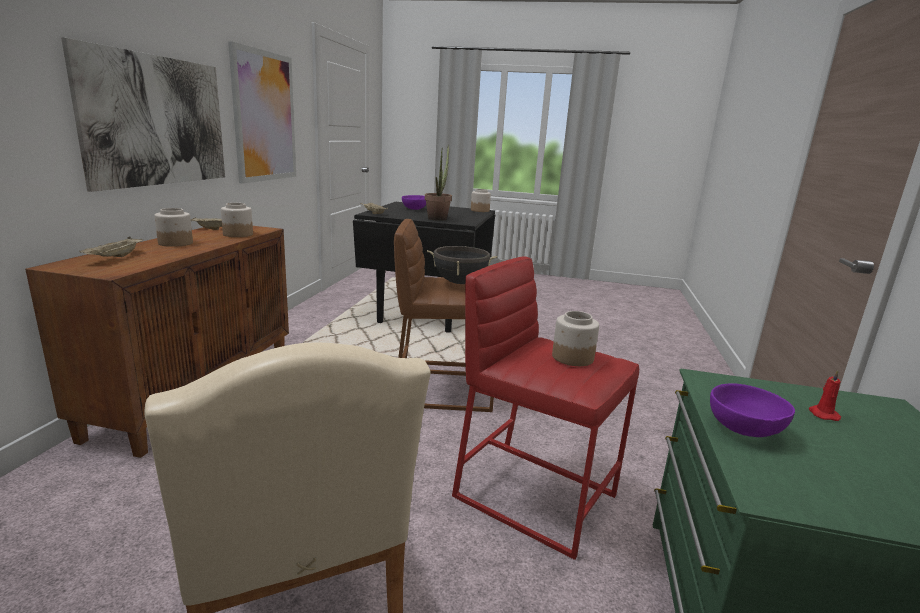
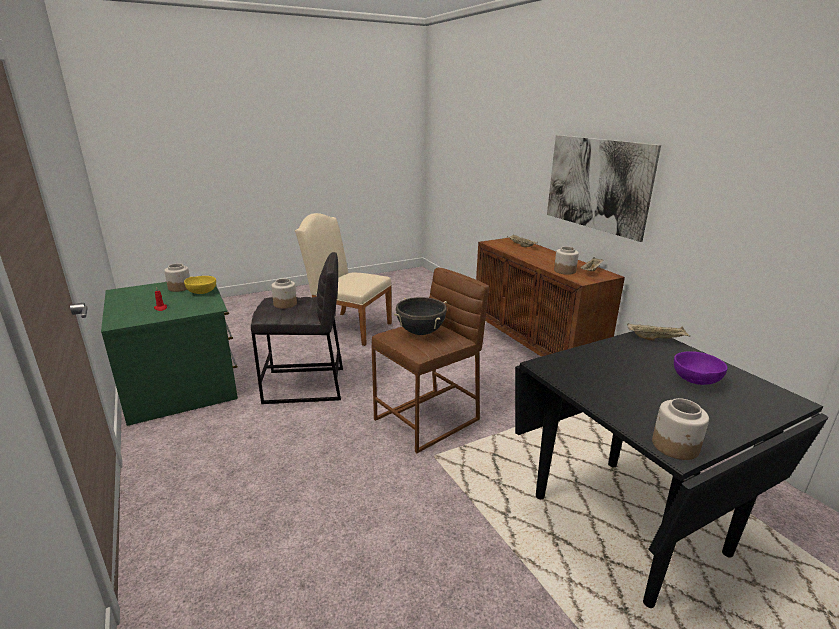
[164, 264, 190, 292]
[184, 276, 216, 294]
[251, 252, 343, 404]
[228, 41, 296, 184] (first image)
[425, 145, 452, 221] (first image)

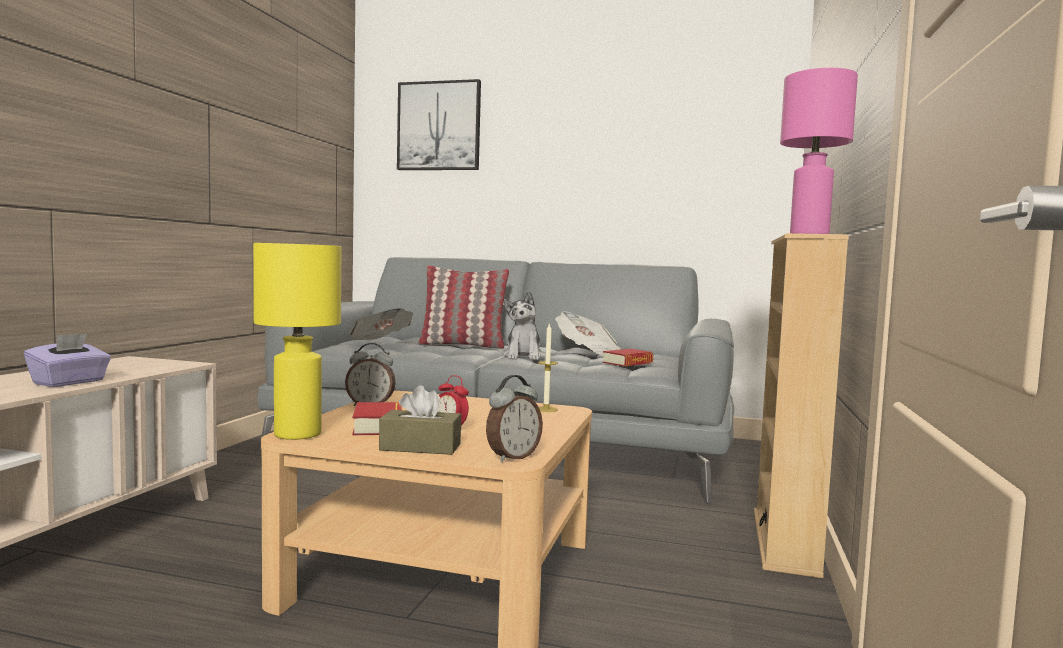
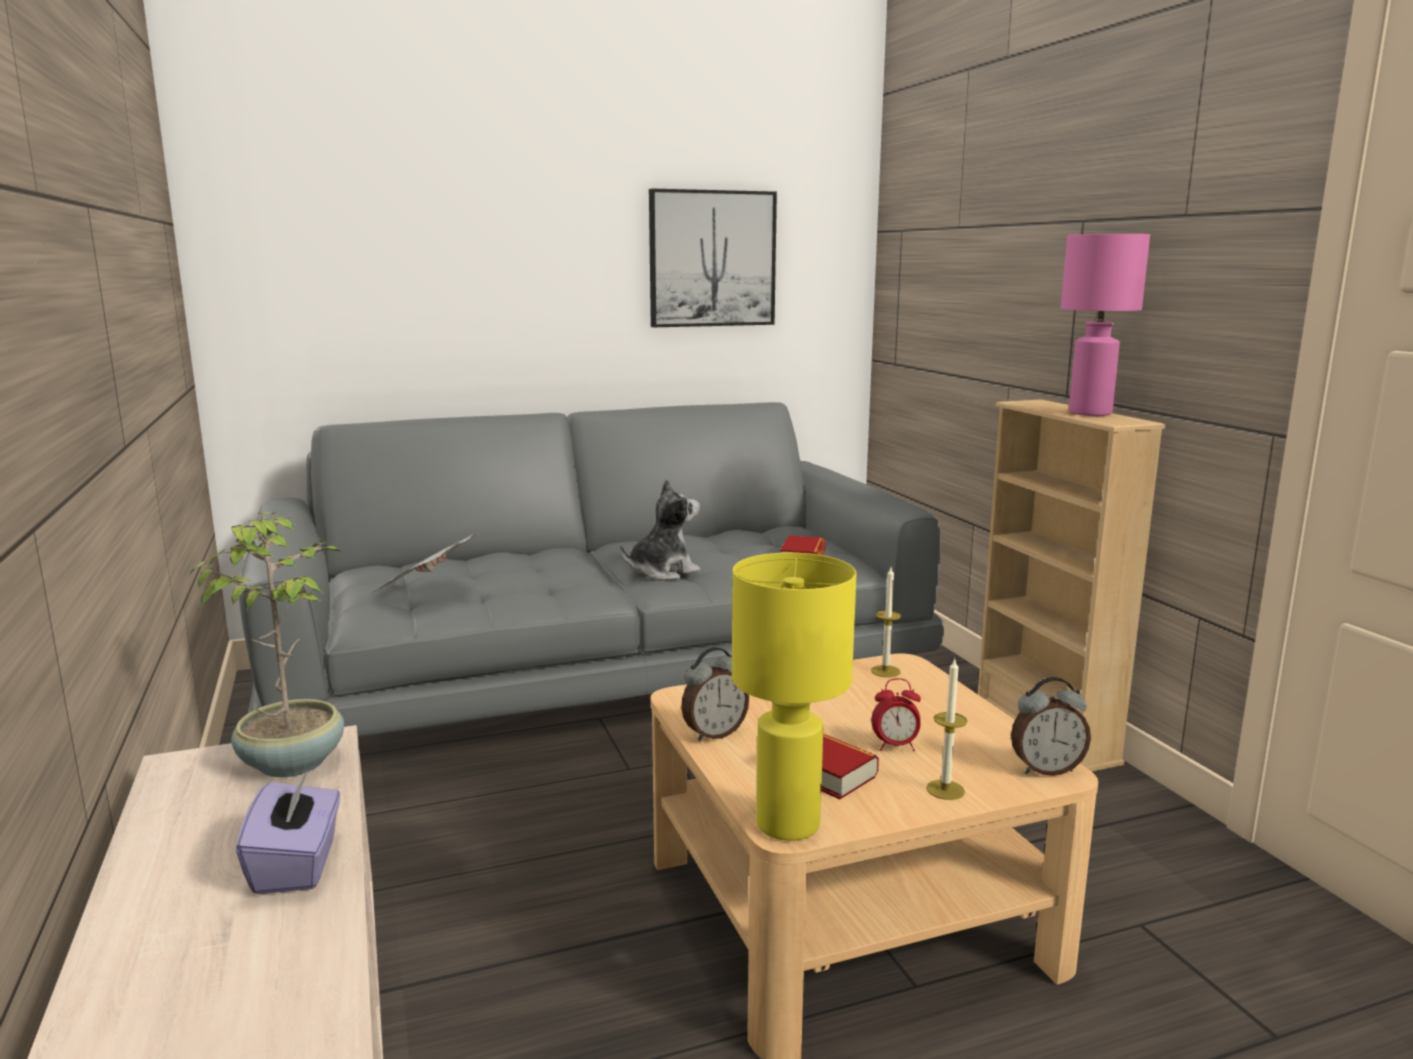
[190, 512, 344, 777]
[620, 479, 700, 581]
[649, 189, 777, 327]
[926, 659, 967, 800]
[1011, 677, 1091, 776]
[418, 266, 509, 349] (first image)
[555, 311, 621, 356] (first image)

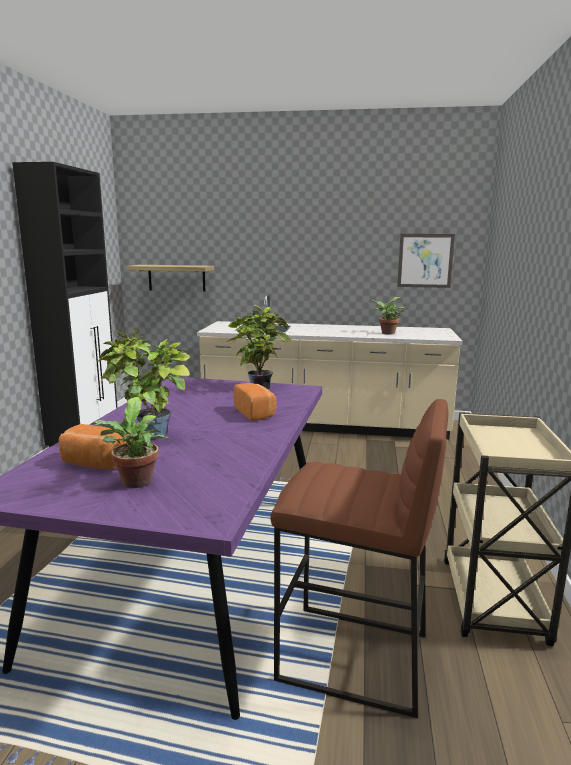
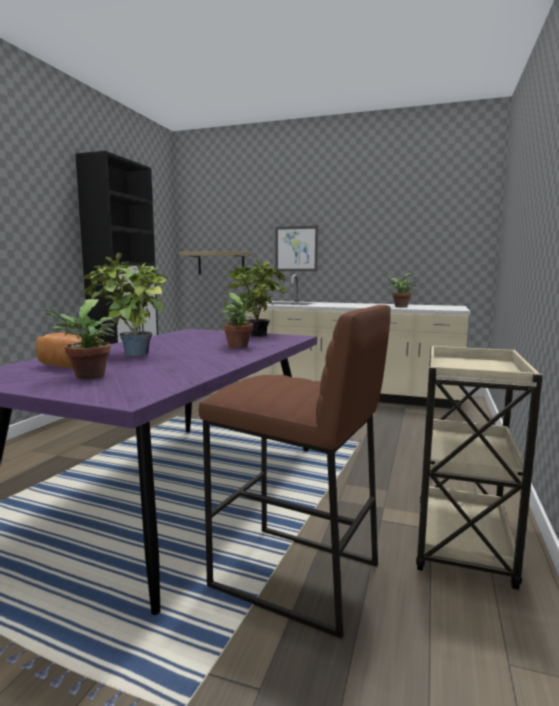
[221, 292, 260, 348]
[275, 226, 318, 271]

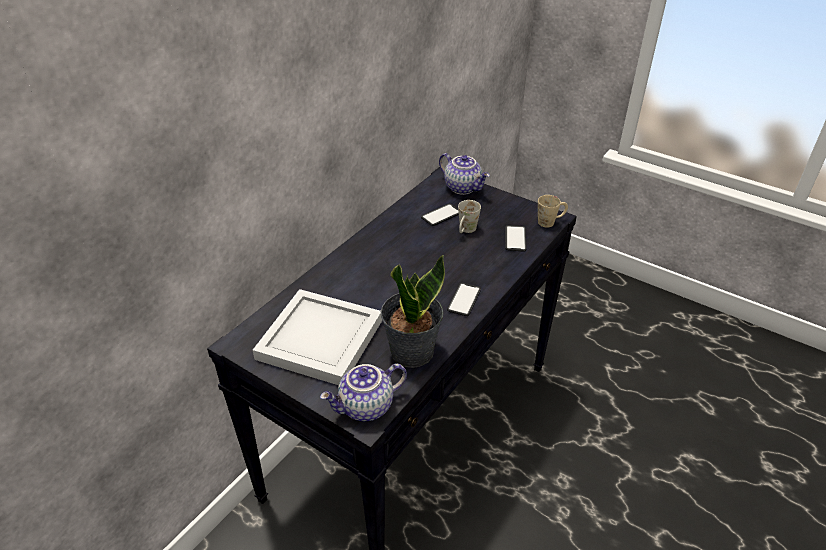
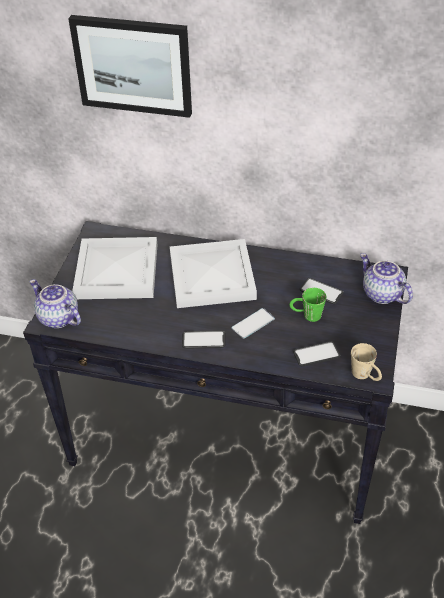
[68, 15, 192, 118]
[170, 239, 257, 308]
[232, 308, 275, 339]
[289, 288, 326, 322]
[360, 253, 413, 304]
[381, 255, 445, 368] (first image)

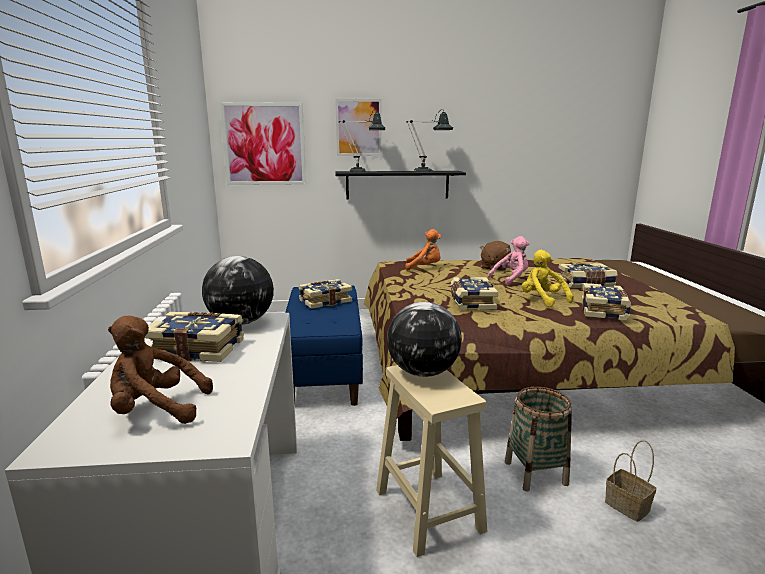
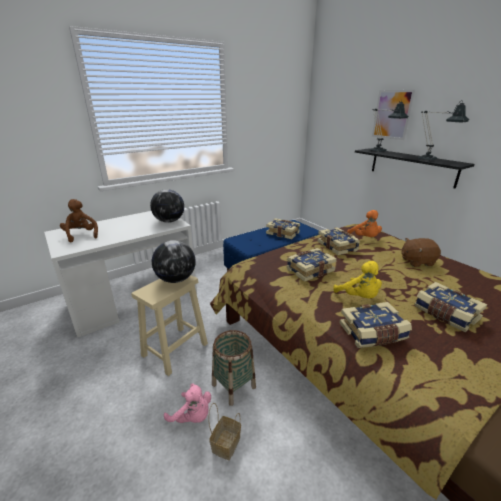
[164, 383, 211, 423]
[317, 227, 360, 255]
[333, 261, 382, 298]
[220, 102, 306, 185] (first image)

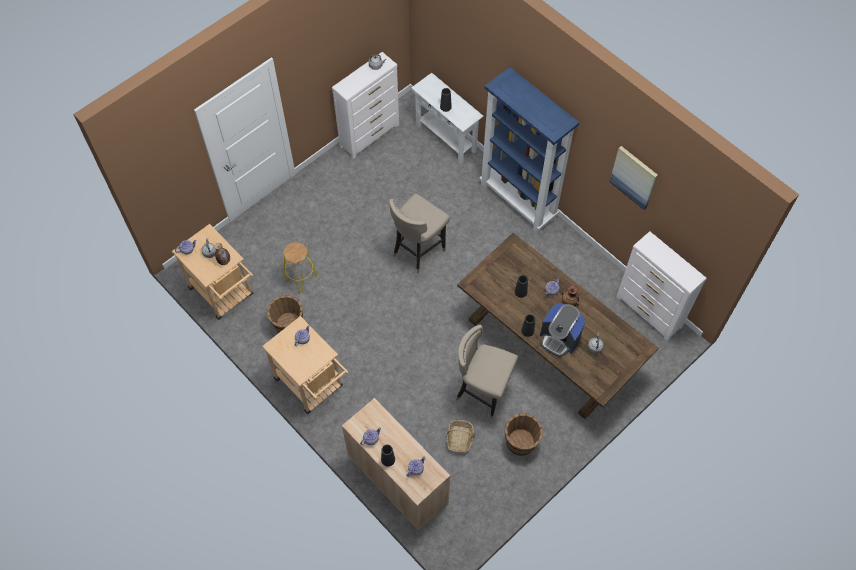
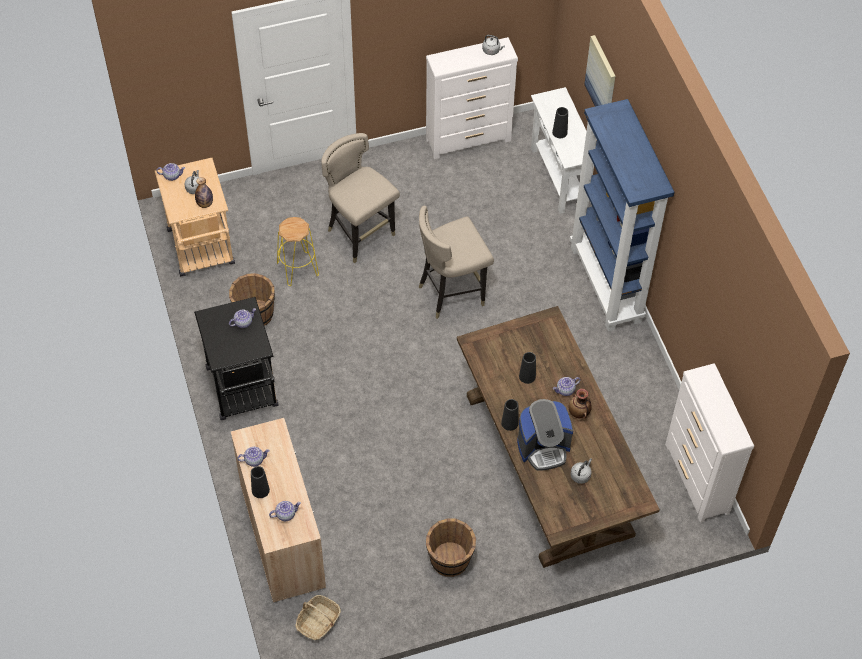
[194, 297, 278, 420]
[295, 595, 341, 640]
[321, 133, 400, 263]
[517, 399, 573, 471]
[584, 35, 616, 106]

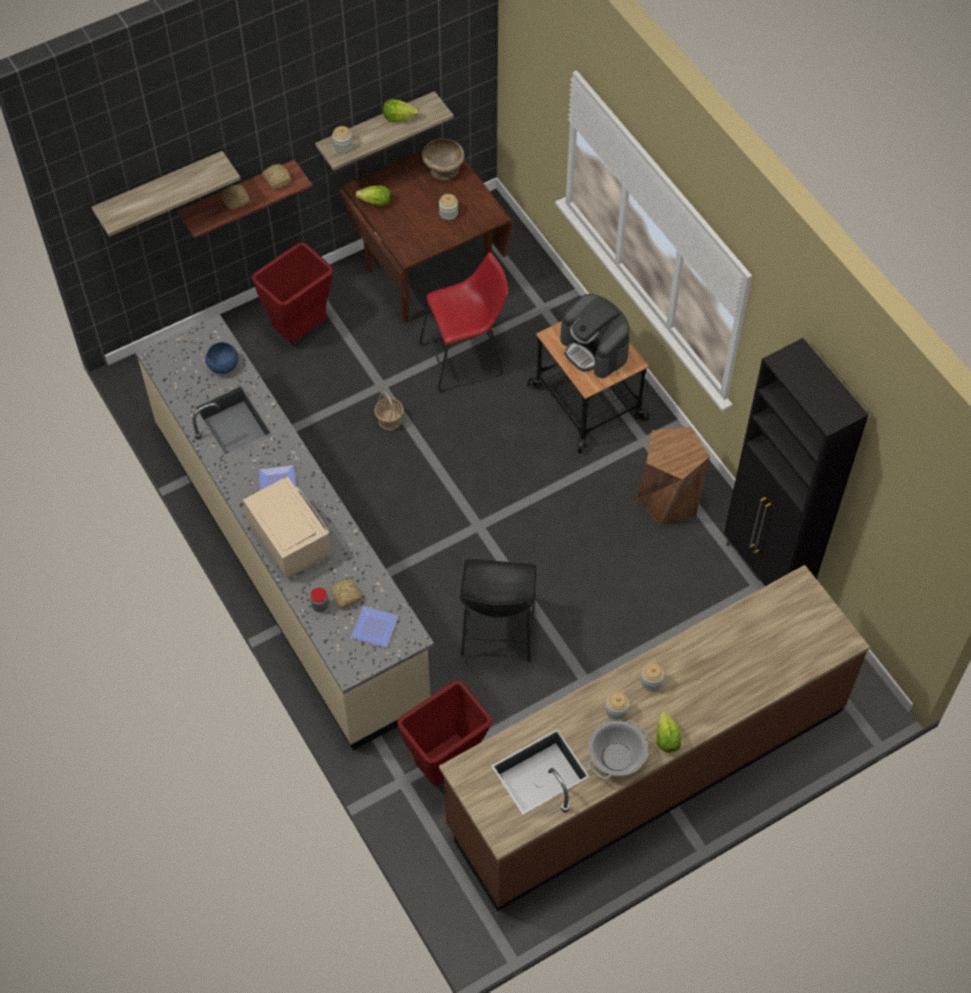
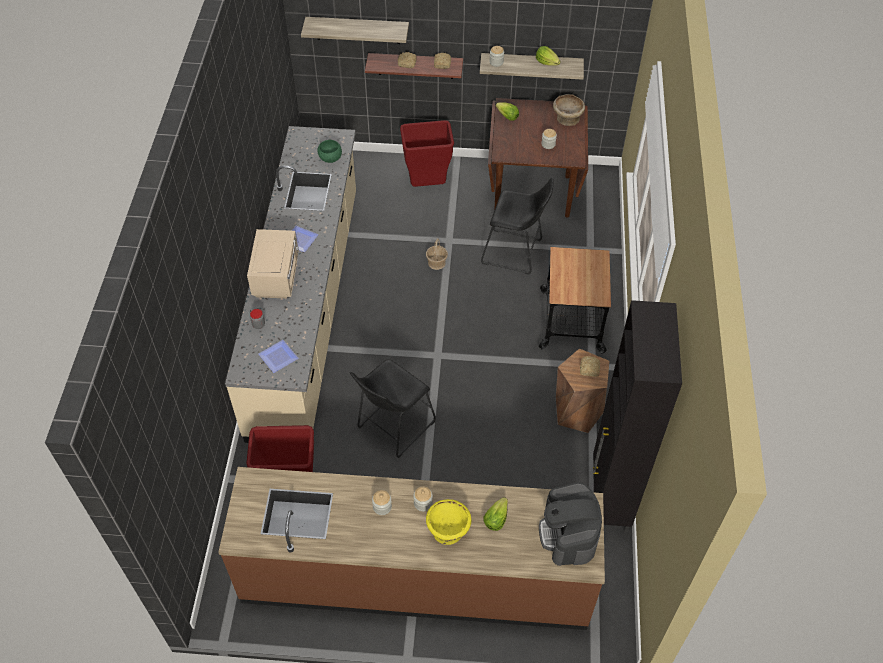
[317, 140, 342, 163]
[426, 499, 471, 545]
[481, 177, 554, 275]
[483, 497, 508, 531]
[539, 482, 602, 566]
[580, 356, 600, 377]
[588, 720, 648, 780] (first image)

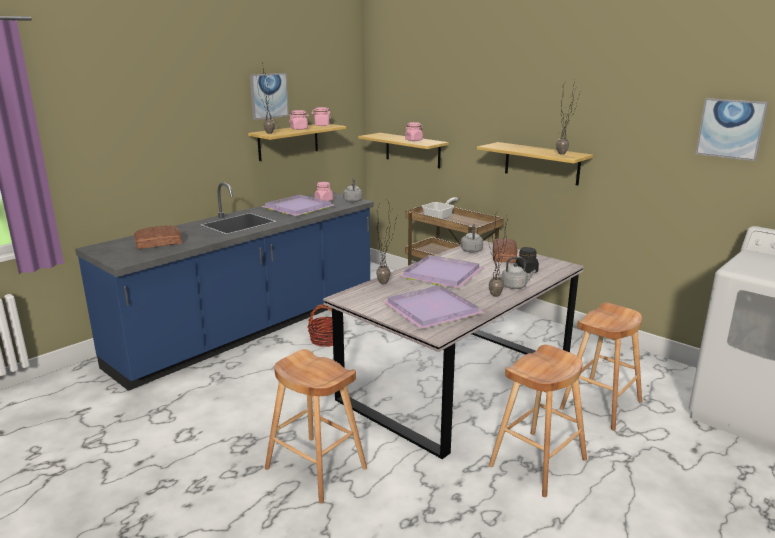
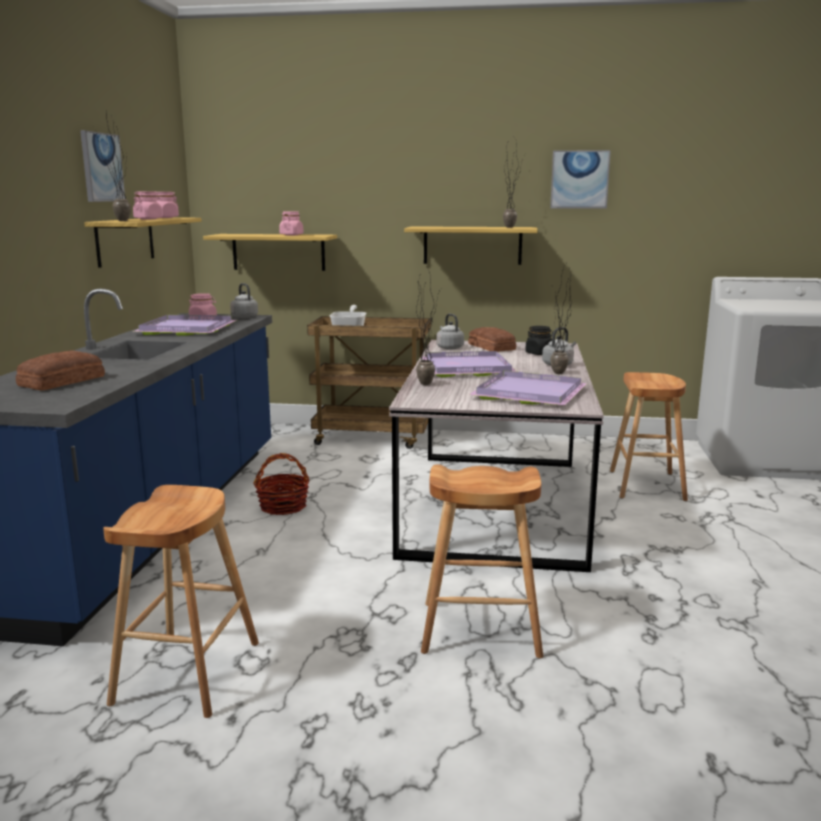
[103, 485, 259, 718]
[550, 150, 611, 209]

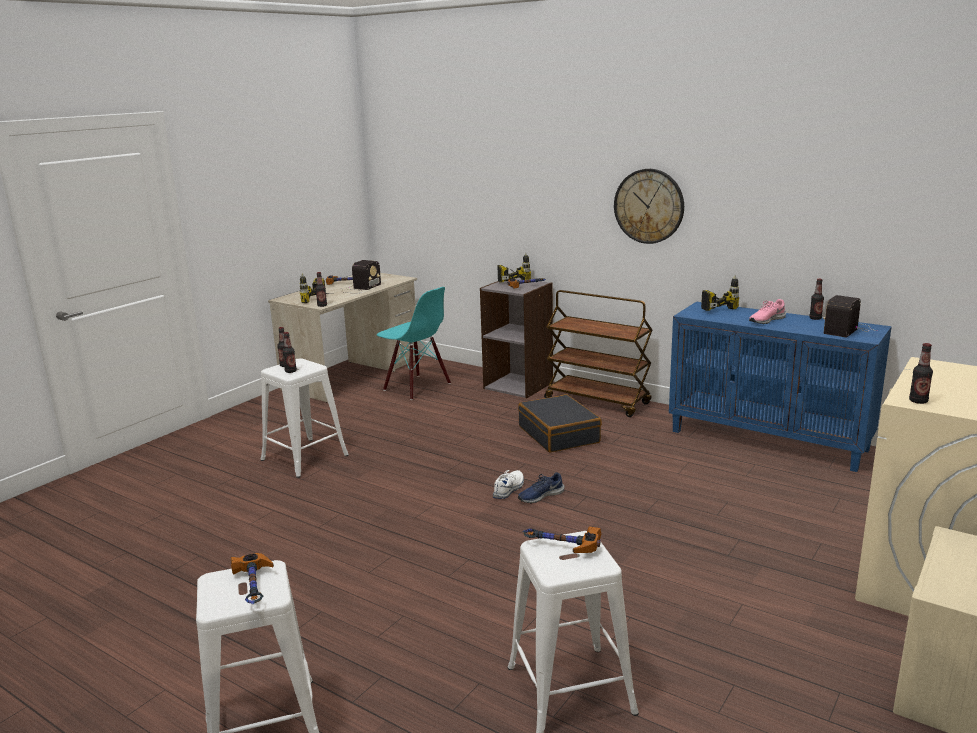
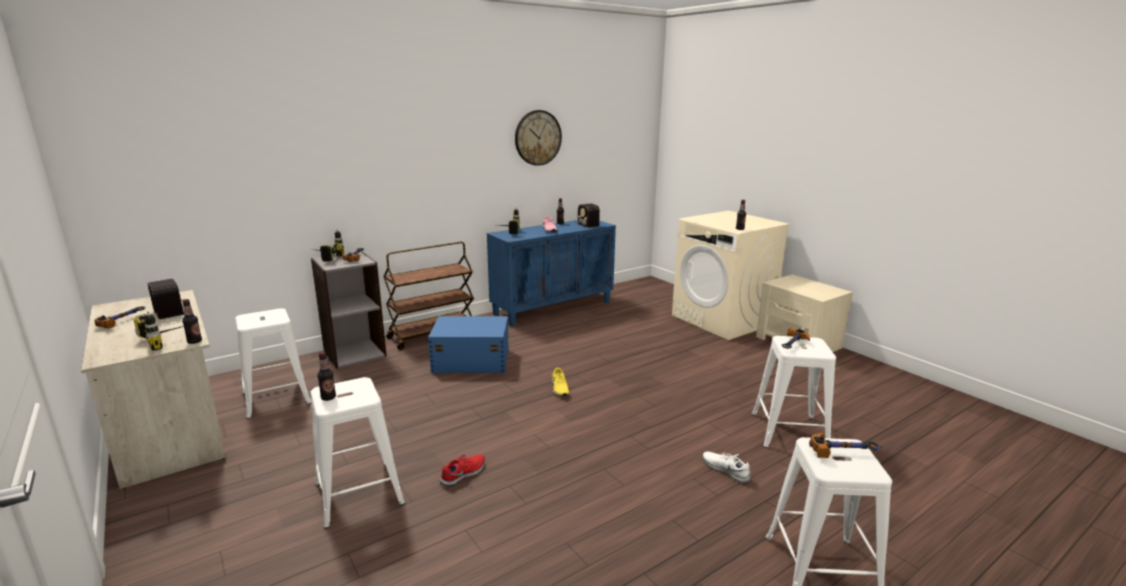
[235, 308, 311, 419]
[428, 316, 509, 373]
[440, 454, 485, 486]
[515, 110, 562, 166]
[552, 368, 570, 397]
[703, 452, 751, 484]
[282, 332, 297, 373] (first image)

